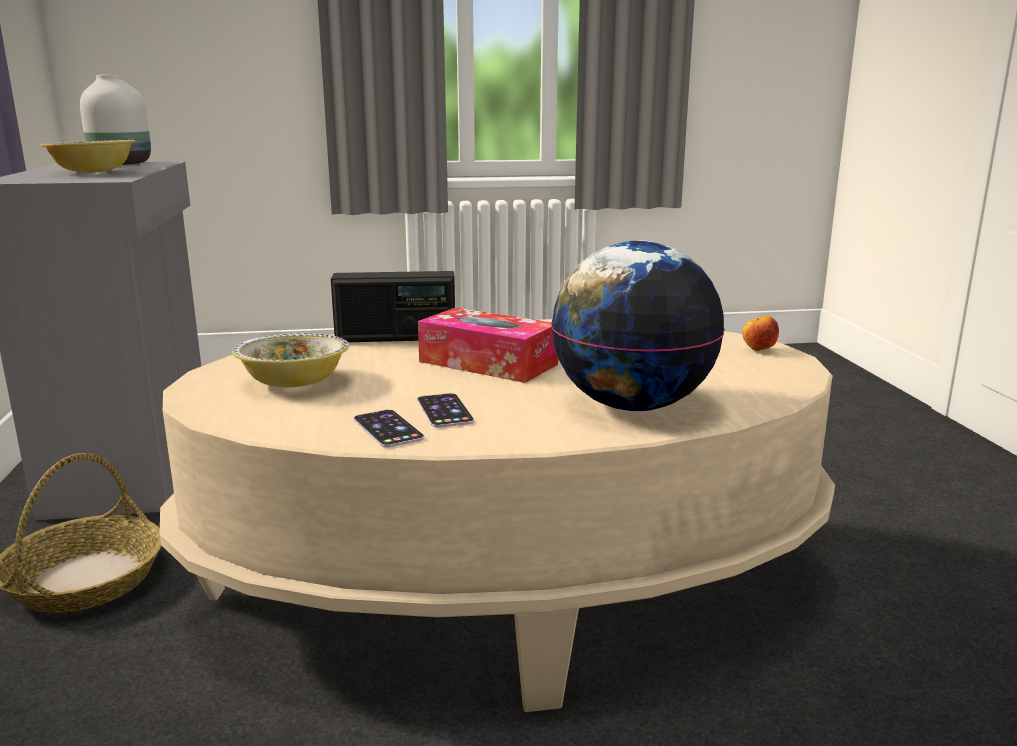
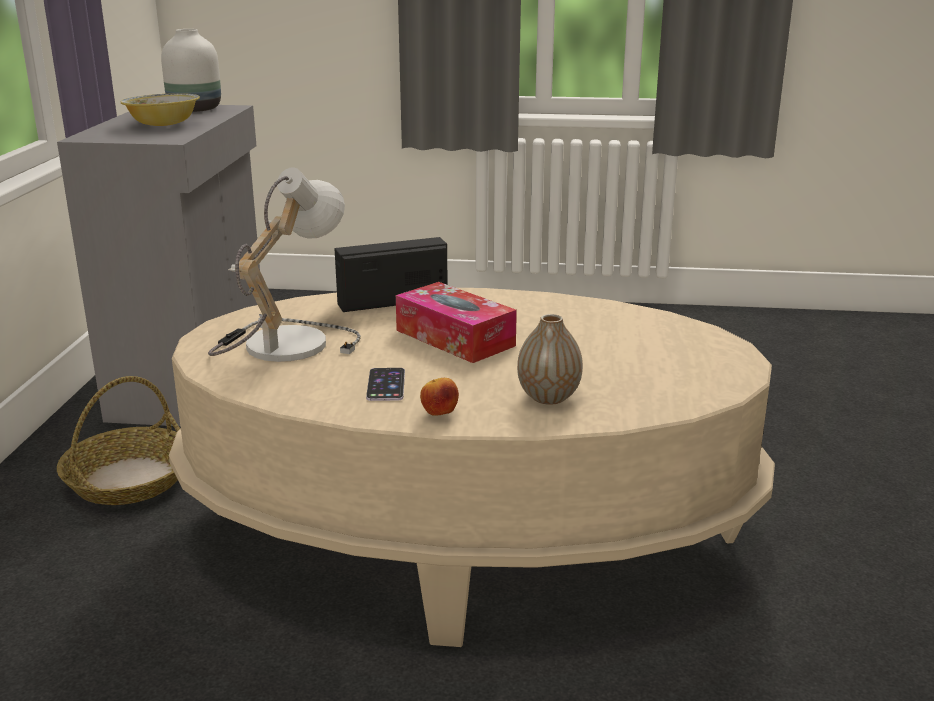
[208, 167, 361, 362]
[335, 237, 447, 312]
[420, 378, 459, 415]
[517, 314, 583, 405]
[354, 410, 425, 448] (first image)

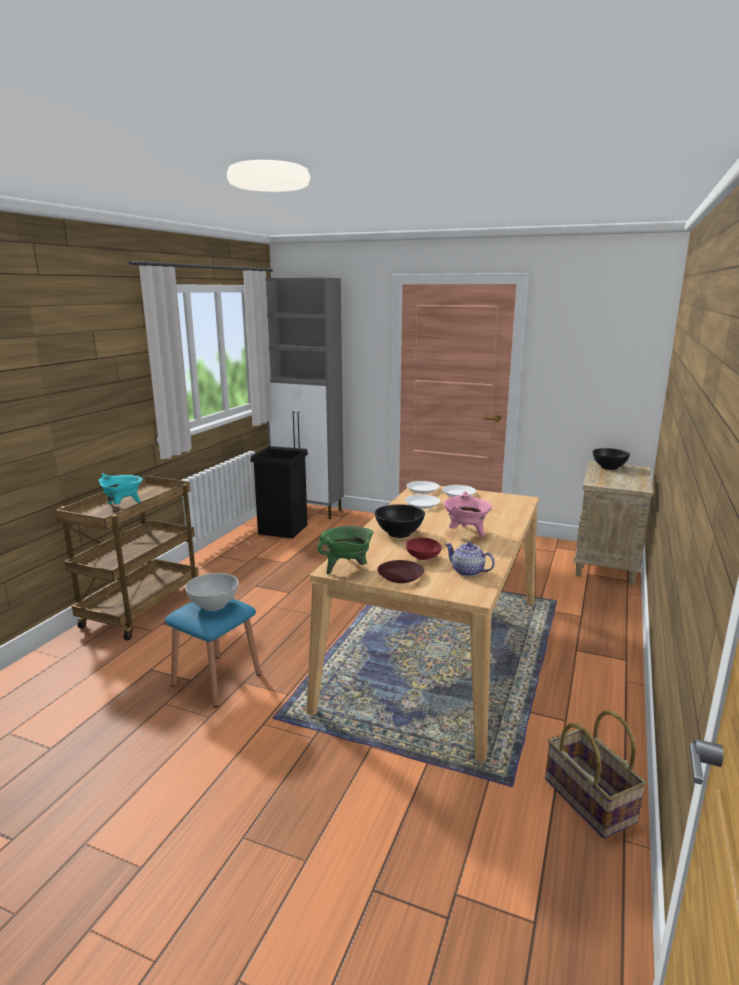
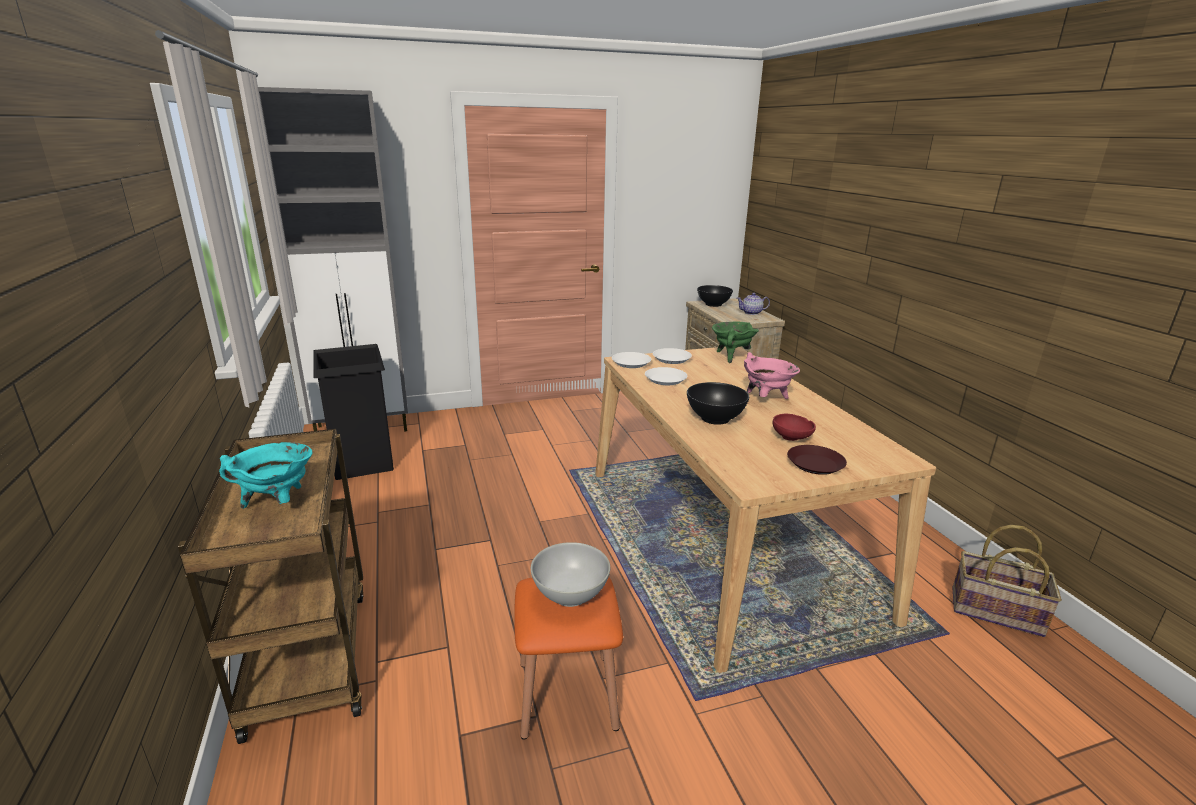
[514, 577, 623, 740]
[712, 322, 759, 363]
[737, 293, 770, 315]

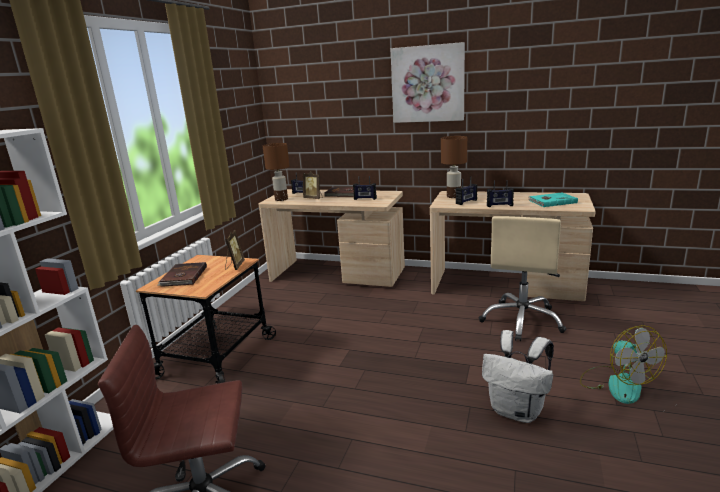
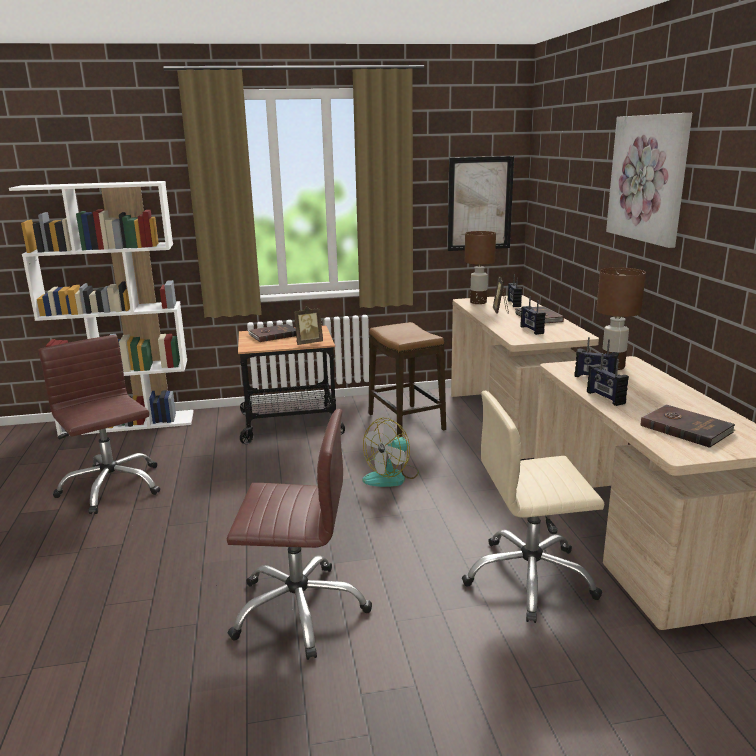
[227, 409, 372, 660]
[363, 418, 419, 487]
[369, 322, 446, 437]
[448, 156, 514, 251]
[641, 405, 735, 448]

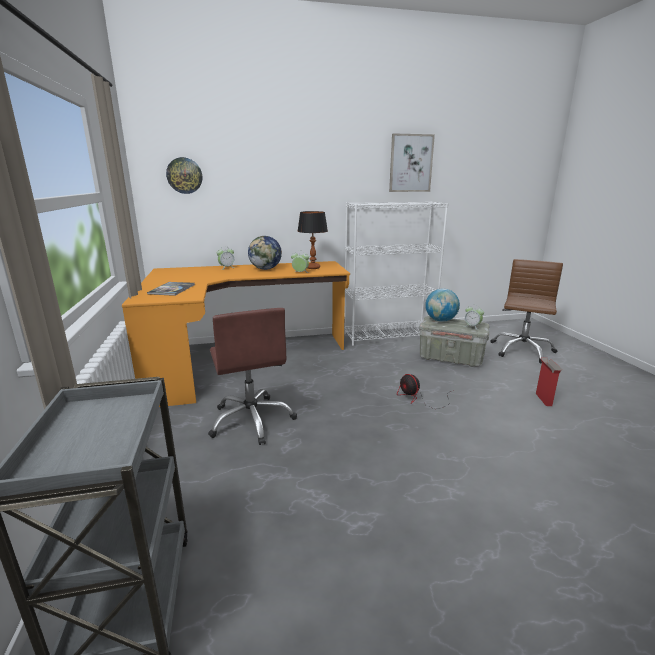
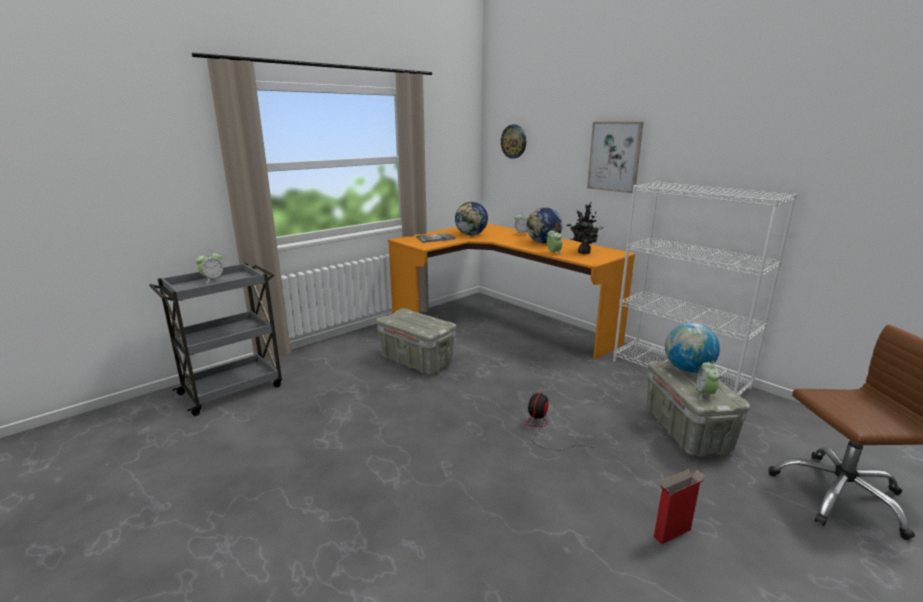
[196, 250, 224, 284]
[376, 309, 456, 374]
[455, 202, 488, 235]
[566, 202, 604, 254]
[587, 122, 644, 193]

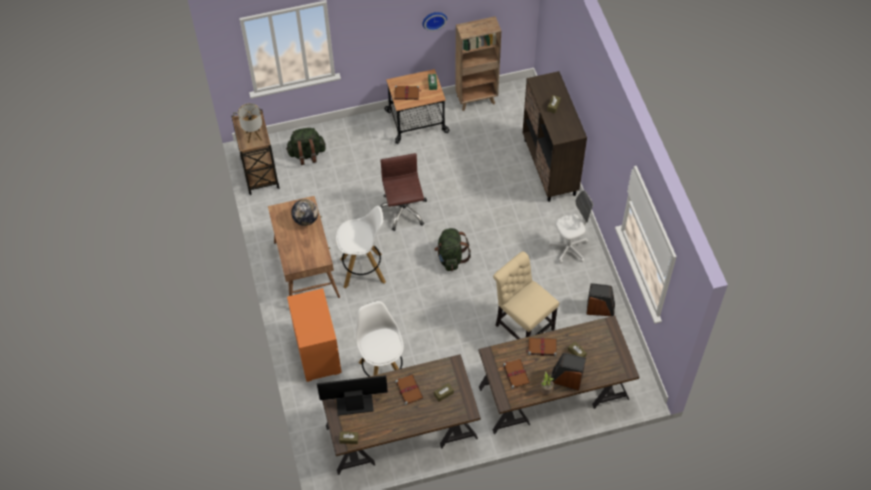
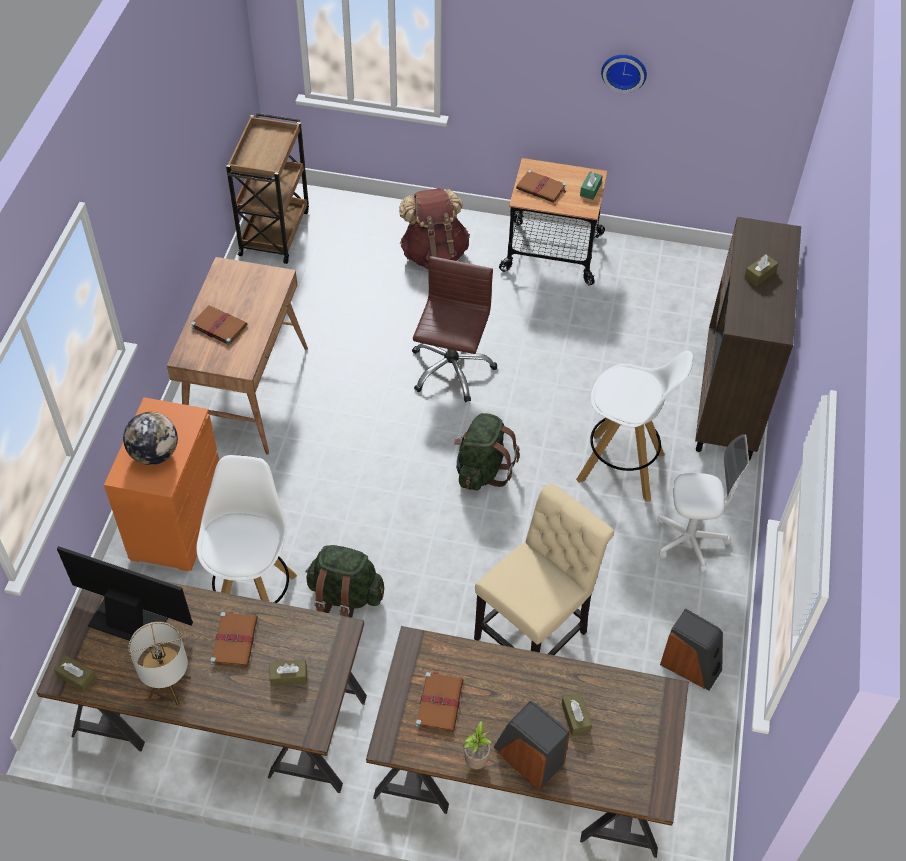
[123, 412, 178, 465]
[129, 622, 191, 706]
[191, 305, 248, 345]
[305, 545, 384, 618]
[399, 188, 470, 269]
[474, 483, 614, 655]
[576, 351, 693, 502]
[455, 16, 501, 111] (first image)

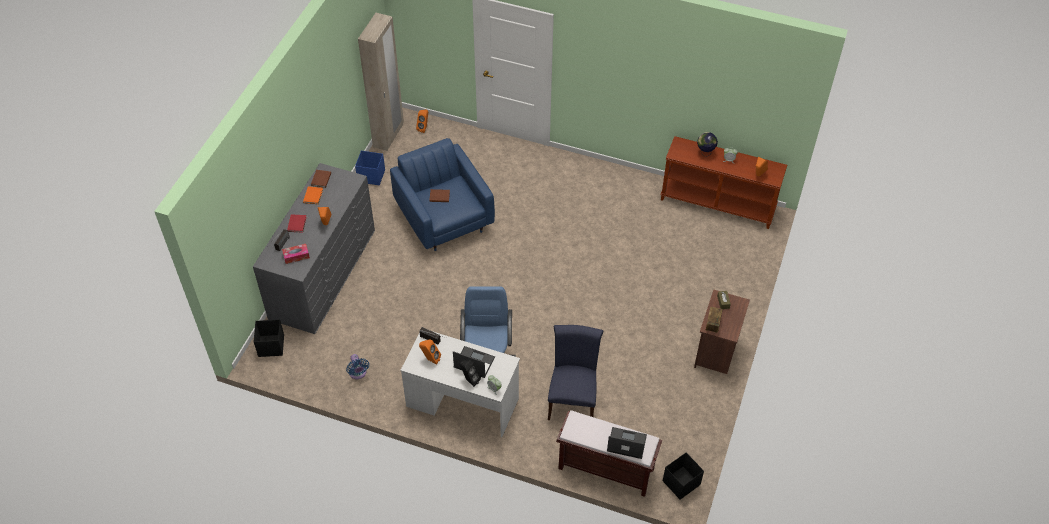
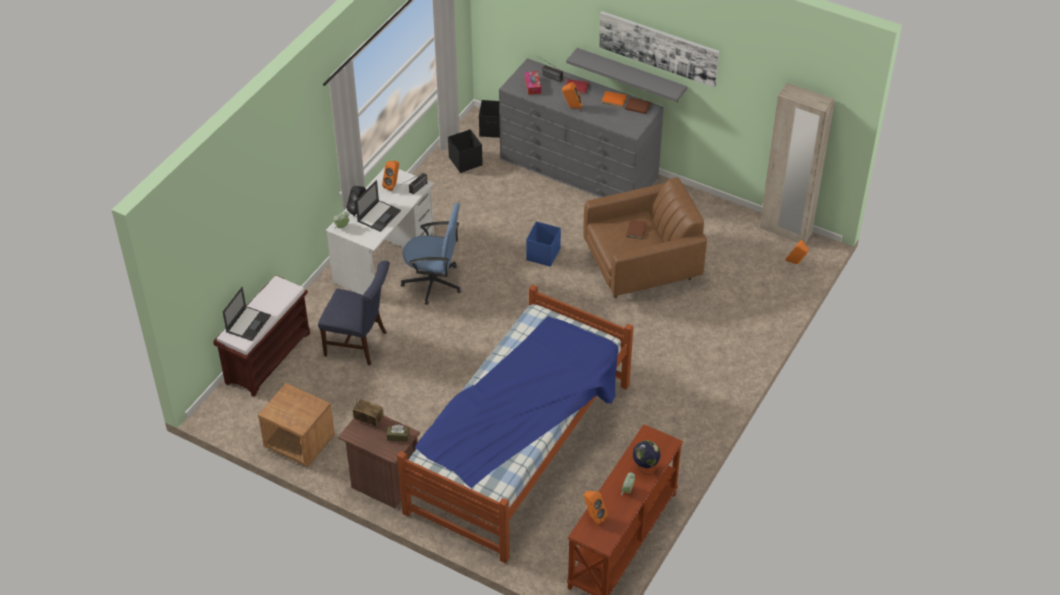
[258, 383, 335, 467]
[397, 285, 633, 563]
[448, 129, 483, 173]
[526, 221, 561, 267]
[566, 48, 688, 102]
[583, 178, 707, 298]
[599, 11, 719, 87]
[346, 354, 369, 379] (first image)

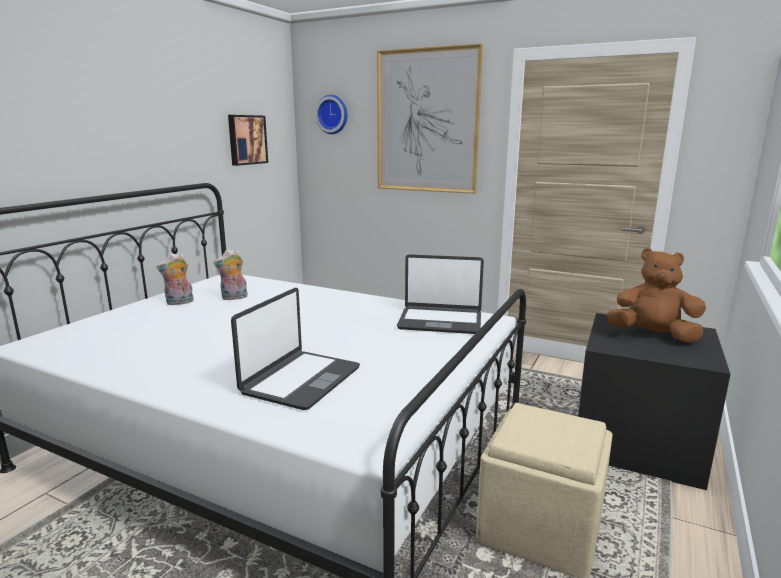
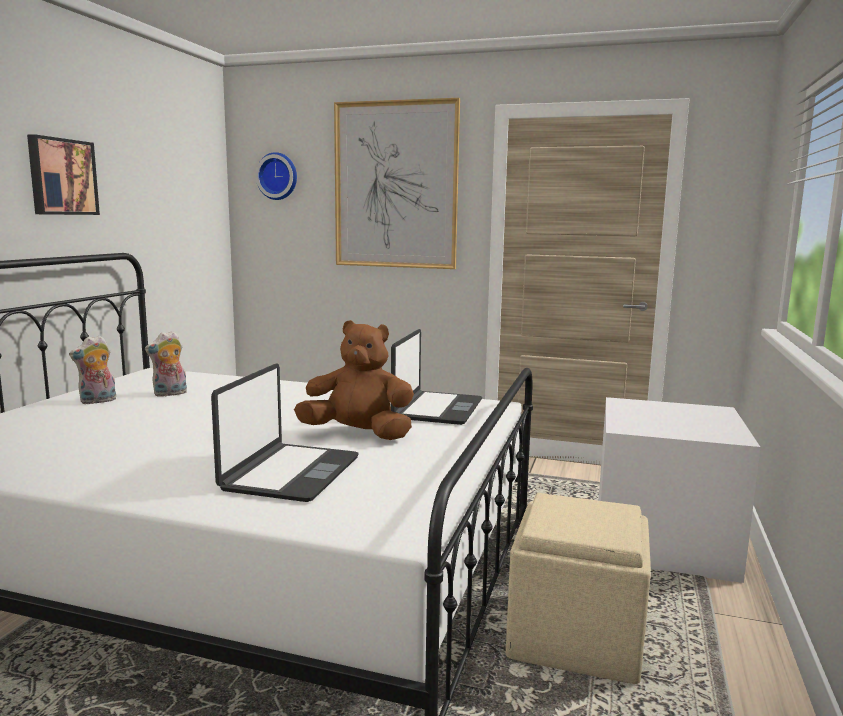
[27, 134, 100, 215]
[294, 320, 414, 440]
[391, 329, 482, 425]
[598, 397, 761, 583]

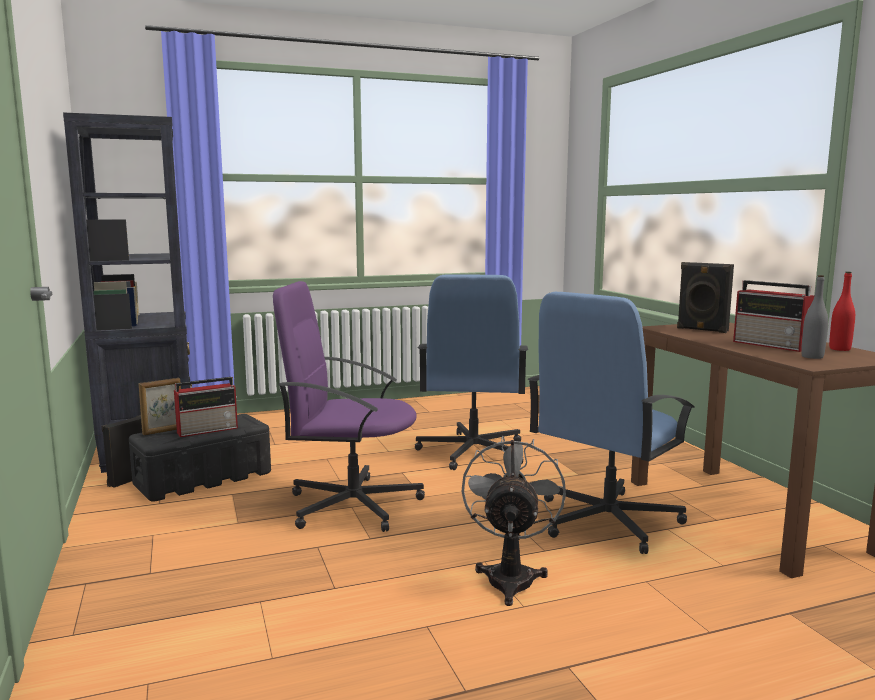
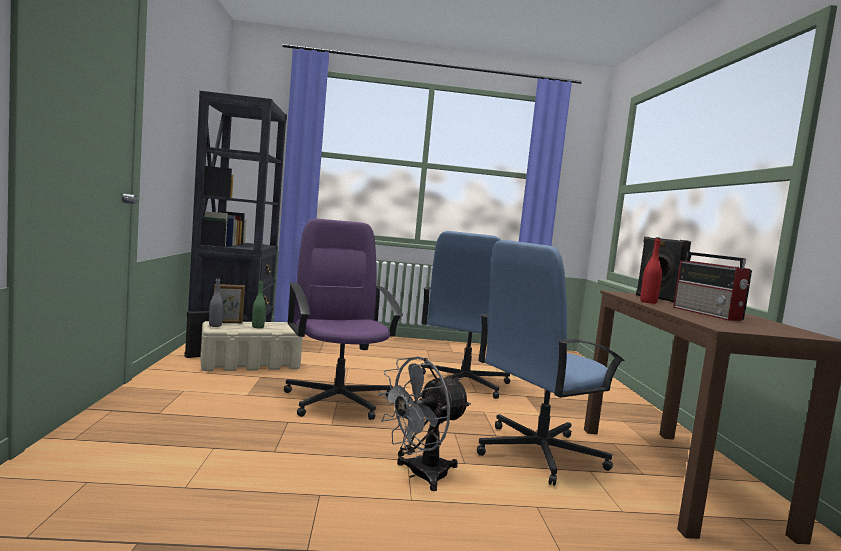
[200, 321, 303, 371]
[209, 278, 223, 327]
[252, 281, 266, 328]
[284, 219, 403, 420]
[378, 356, 471, 491]
[640, 237, 662, 304]

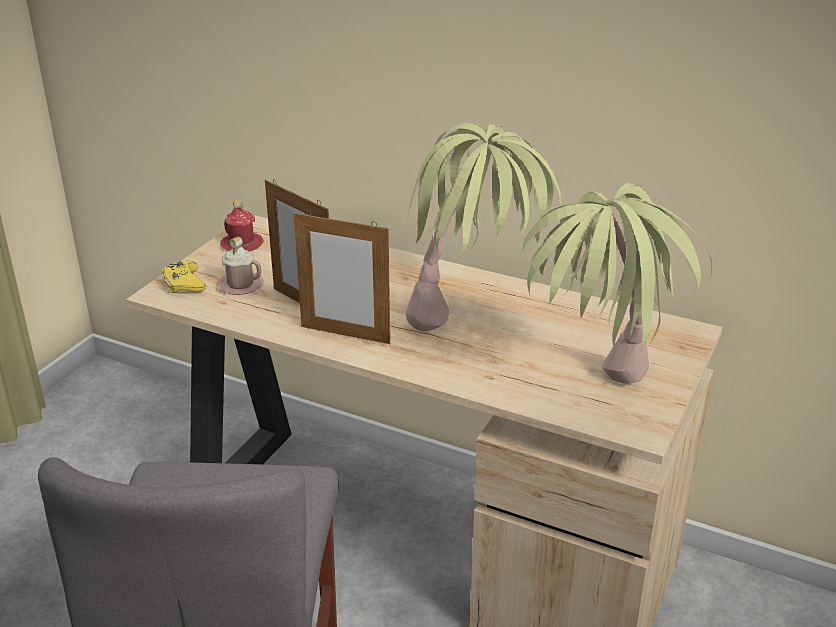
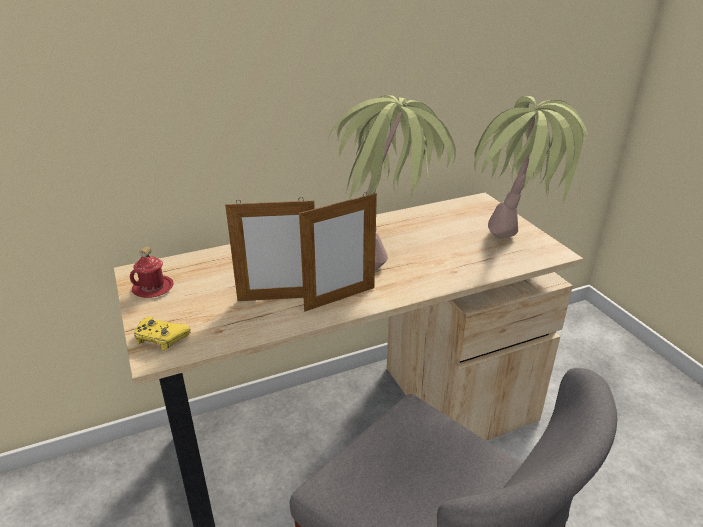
[217, 237, 264, 295] (first image)

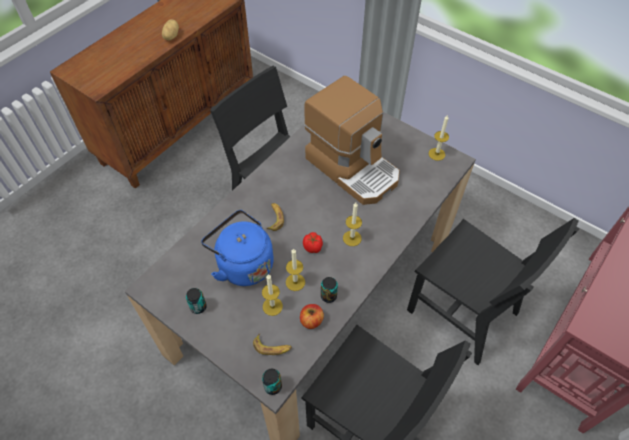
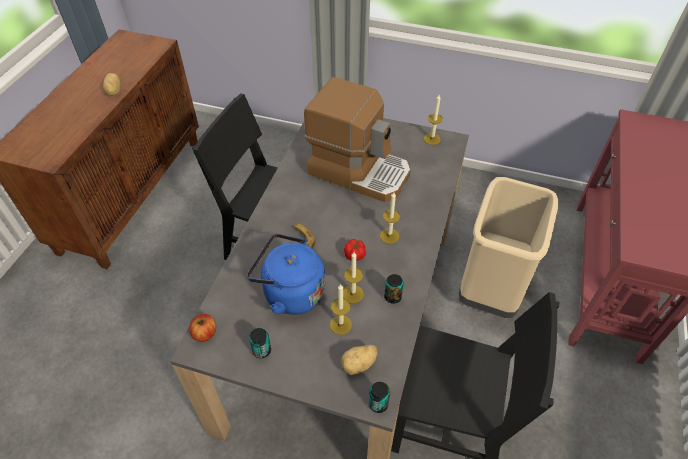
[189, 314, 216, 342]
[341, 345, 377, 375]
[459, 177, 558, 318]

